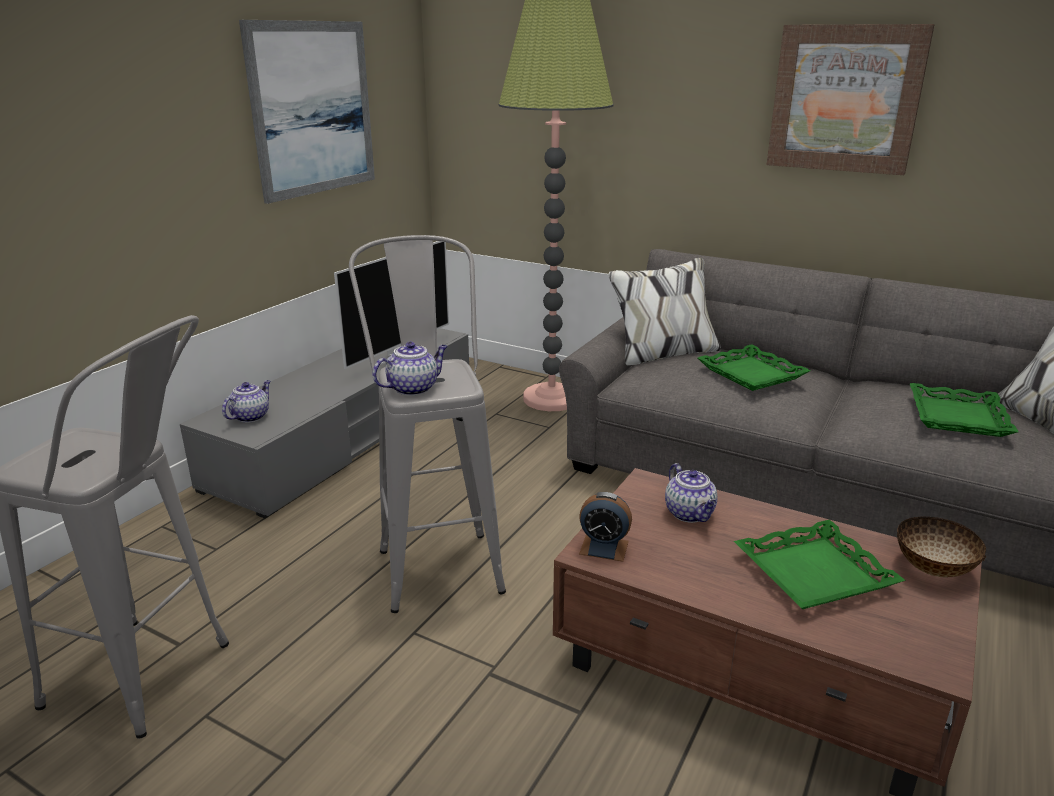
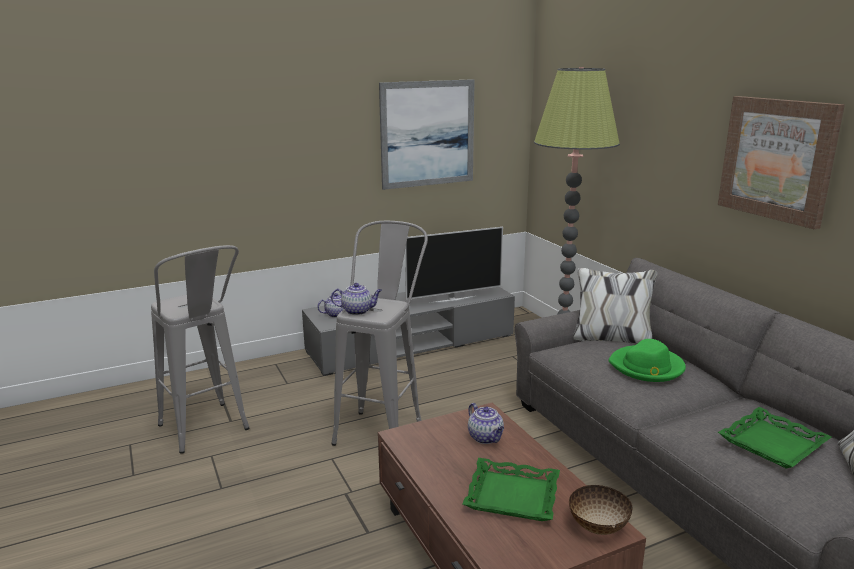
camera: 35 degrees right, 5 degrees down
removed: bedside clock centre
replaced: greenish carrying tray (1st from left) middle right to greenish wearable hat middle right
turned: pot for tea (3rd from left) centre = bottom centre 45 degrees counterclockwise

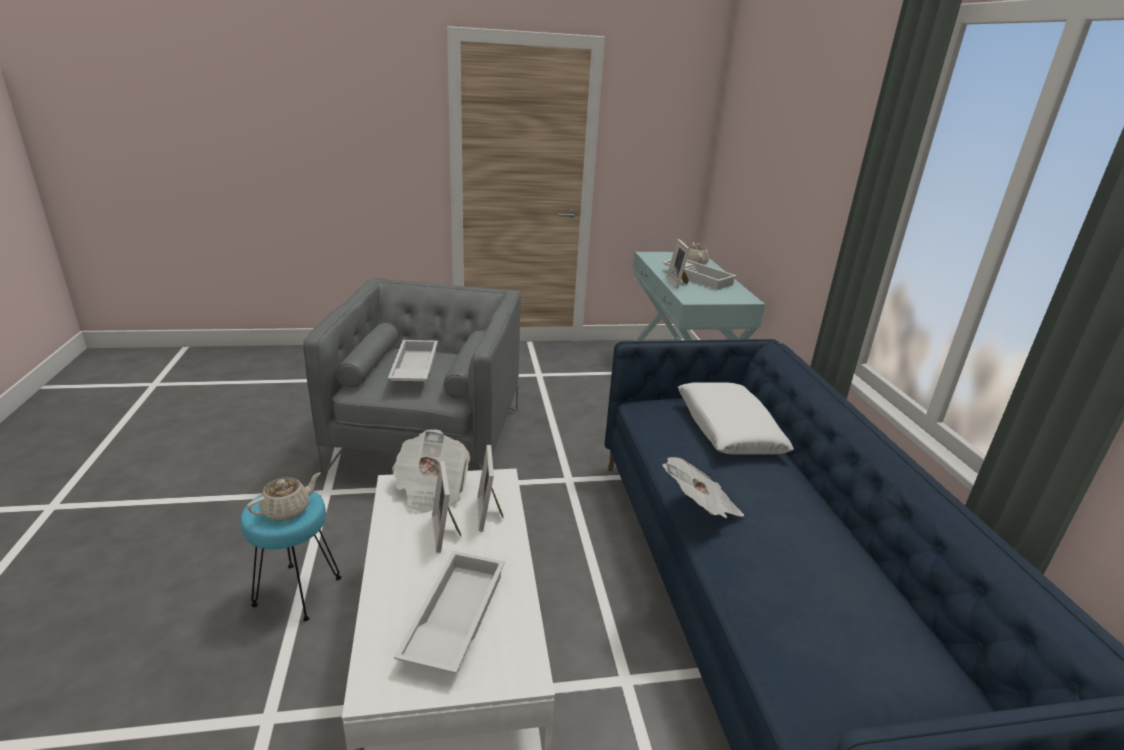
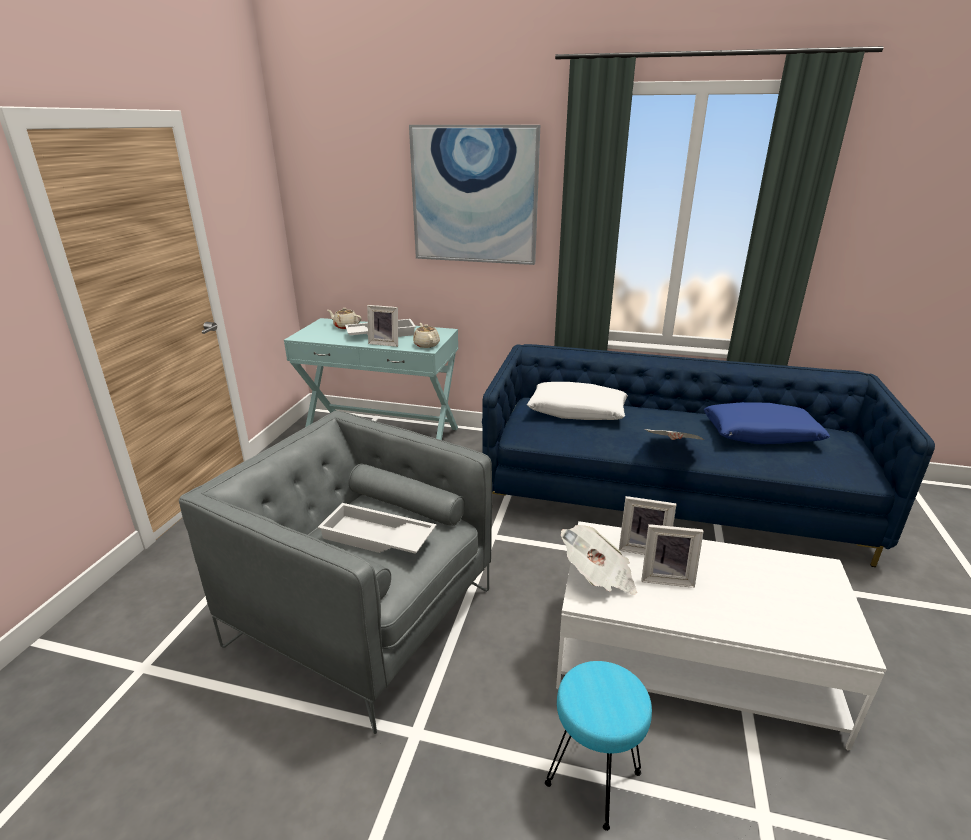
camera: 65 degrees left, 0 degrees up
removed: white carrying tray (2nd from left) bottom centre
added: wall art top centre; blue cushion middle right
moved: beige pot for tea (1st from left in the first image) middle left to beige pot for tea (2nd from left) centre

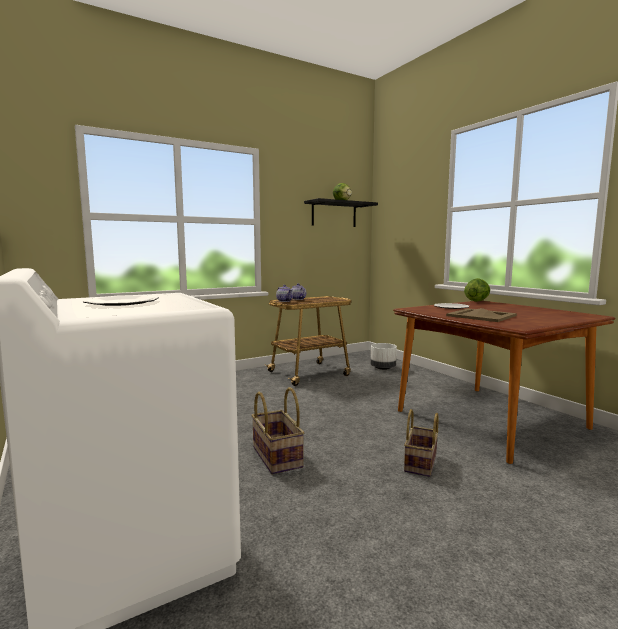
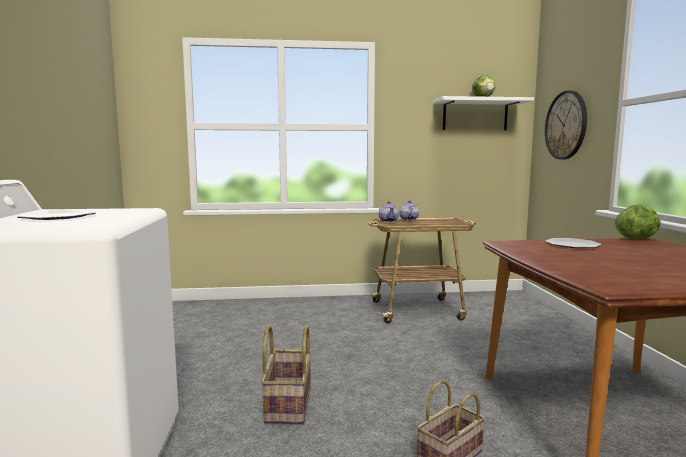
camera: 25 degrees right, 0 degrees up
removed: white planter centre; beige carrying tray middle right
added: wall clock top right
recoloured: black-coloured bracket shelf centre to white bracket shelf top right

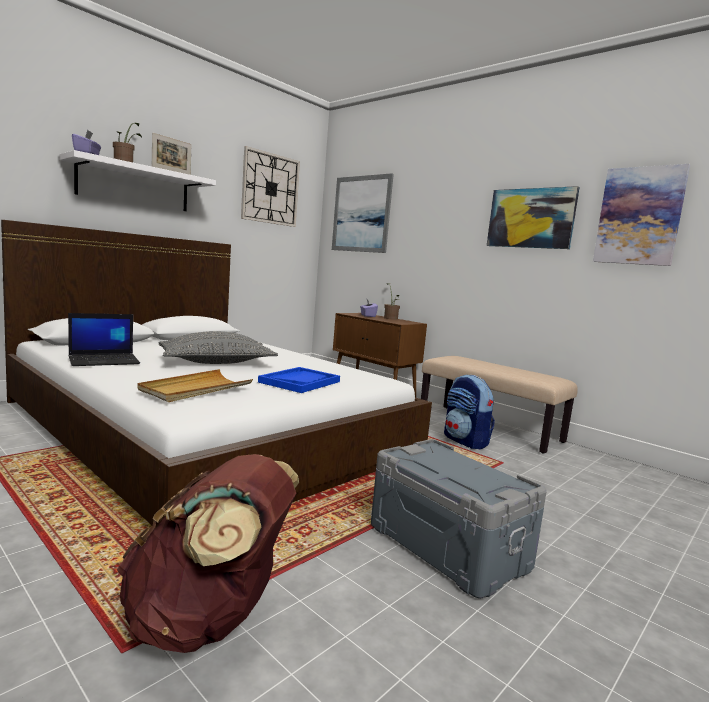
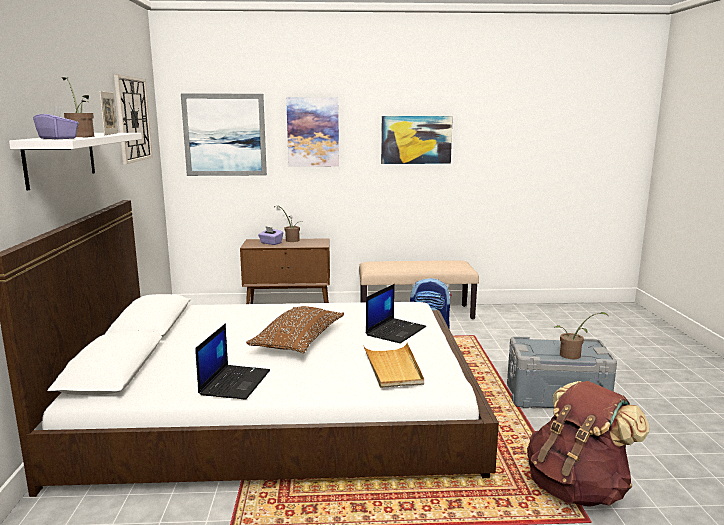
camera: 45 degrees left, 5 degrees up
added: plant in a pot (3rd from left) middle right
moved: wall art (3rd from left in the first image) top right to wall art (2nd from left) top centre
replaced: blue carrying tray centre to laptop (2nd from left) centre
recoloured: grey cushion middle left to brown cushion centre

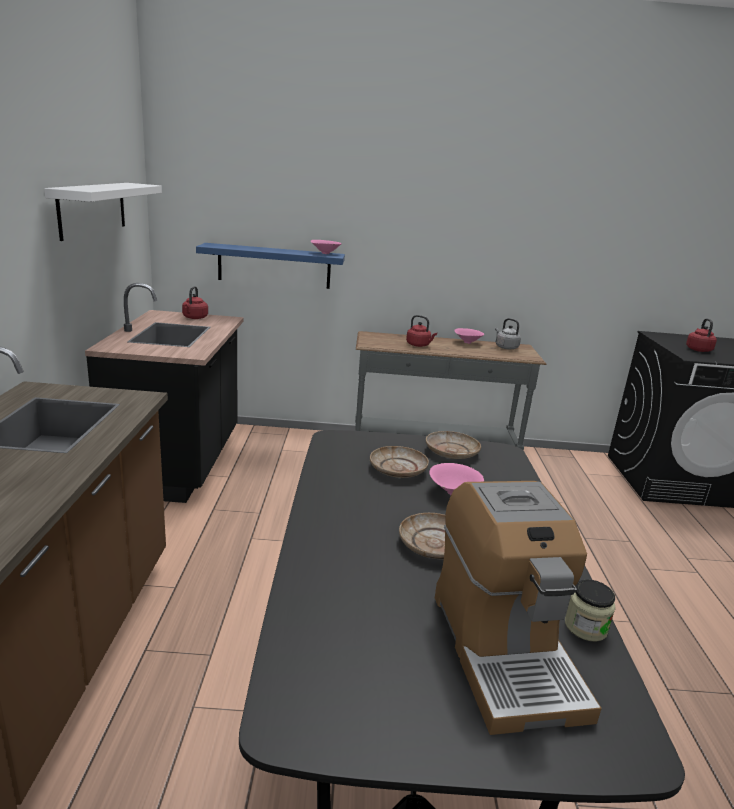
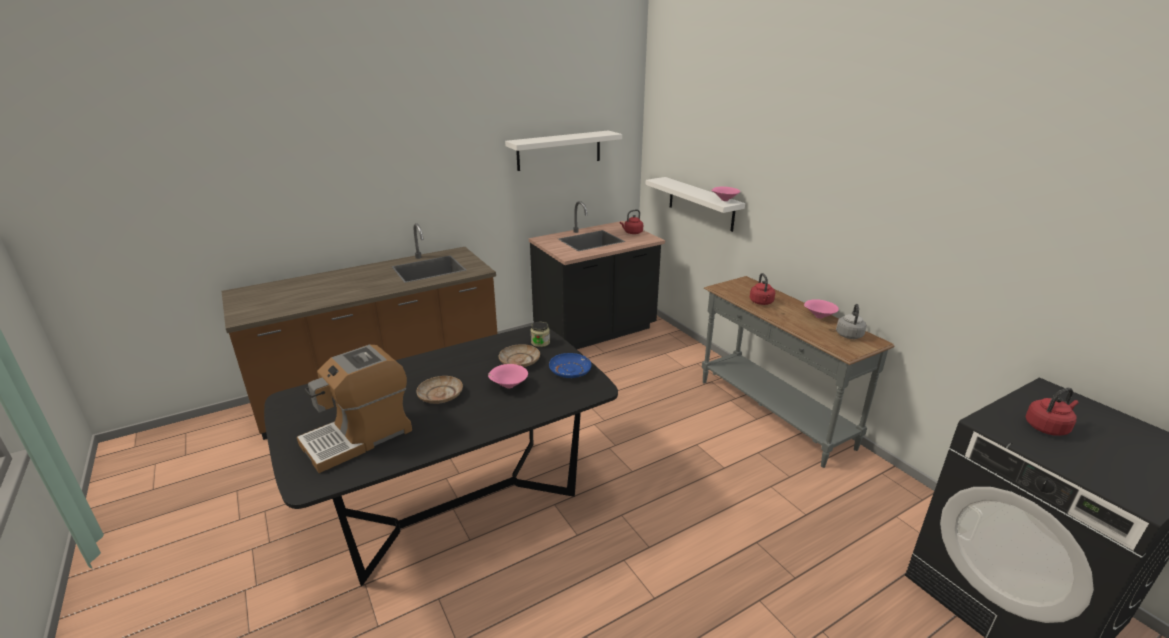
camera: 60 degrees right, 5 degrees up
moved: storage jar bottom right to centre
recoloured: blue bracket shelf top centre to white bracket shelf (2nd from left) top centre; beige plate (3rd from left) centre to blue plate centre

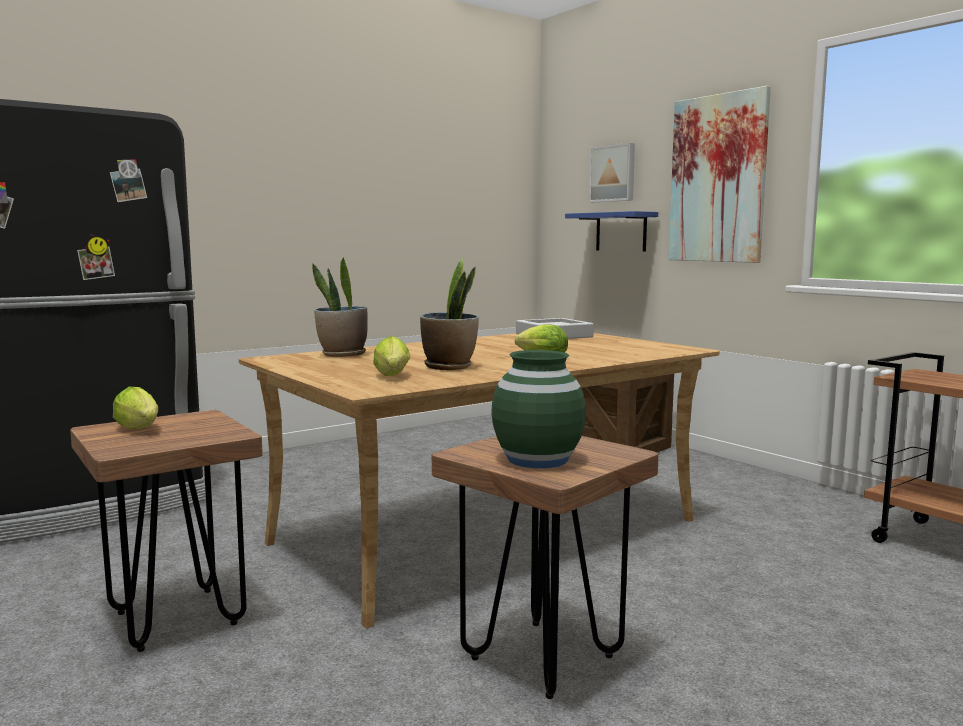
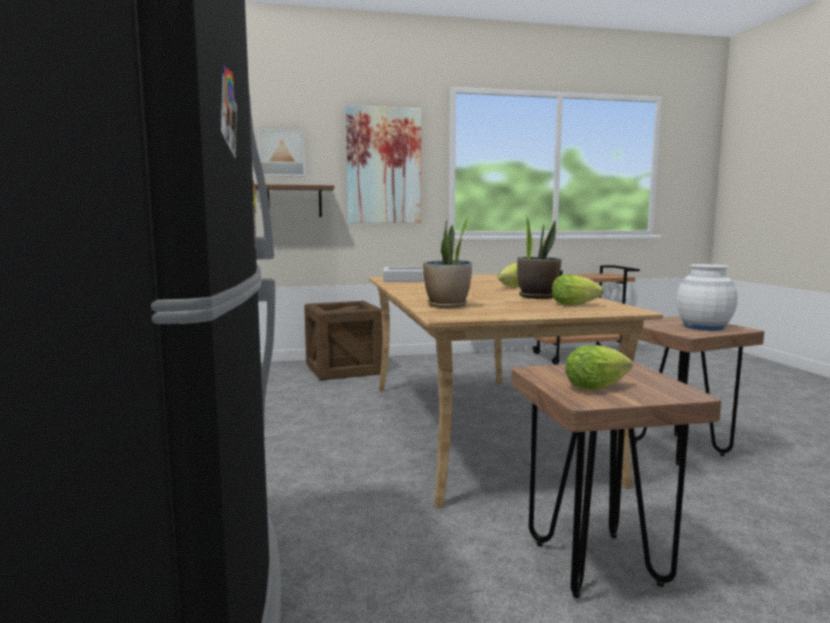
camera: 65 degrees left, 0 degrees up
recoloured: greenish decorative vase centre to white decorative vase middle right; blue bracket shelf top centre to brown bracket shelf top centre

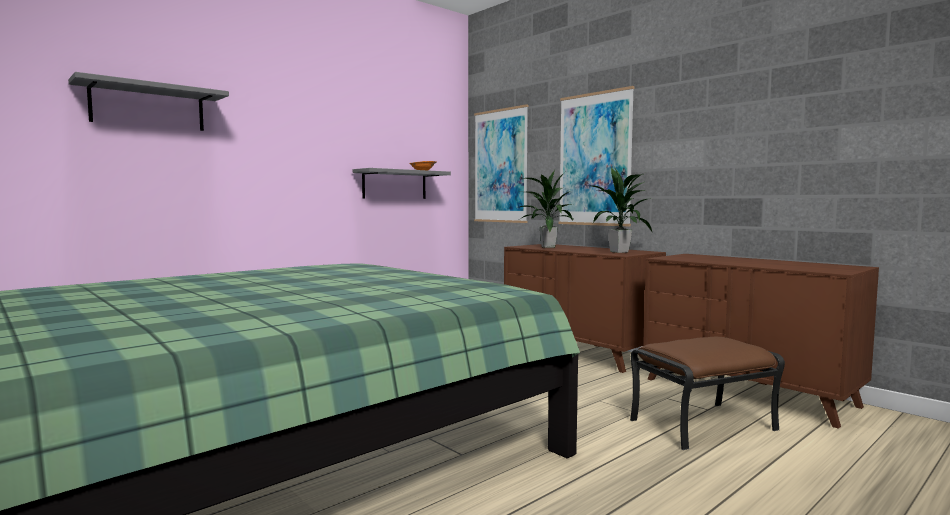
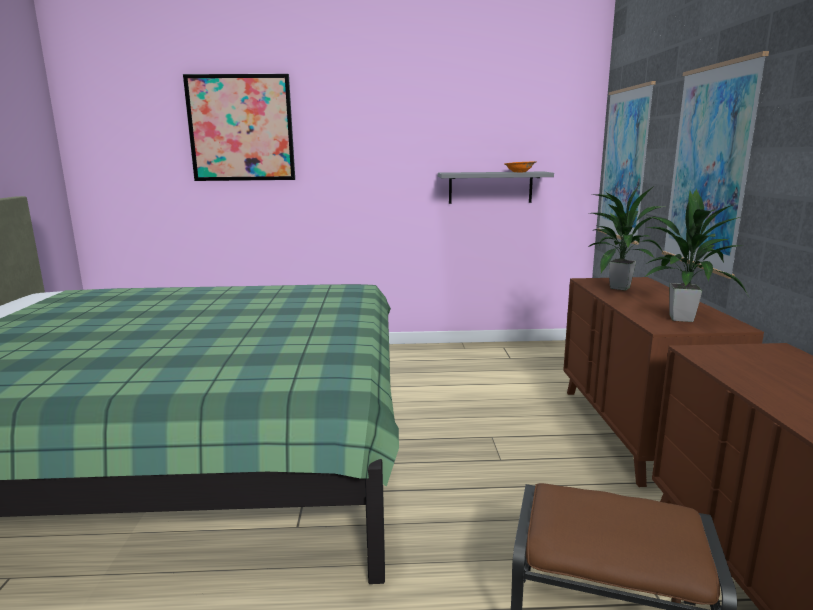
camera: 40 degrees right, 10 degrees up
replaced: grey bracket shelf (1st from left) top left to wall art (1st from left) top left

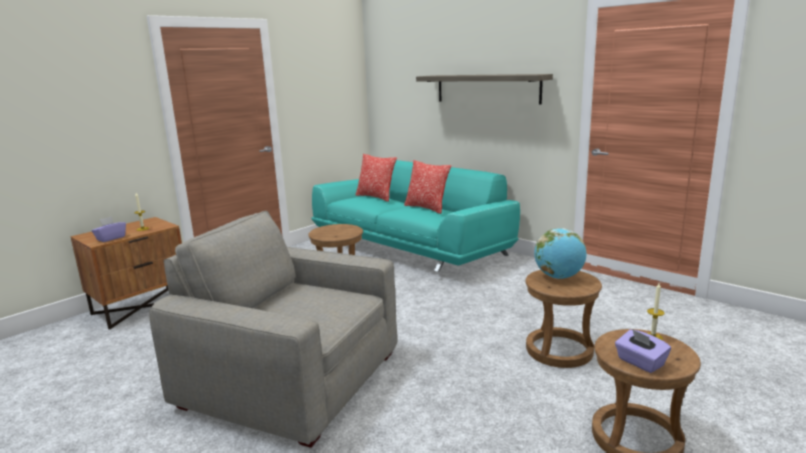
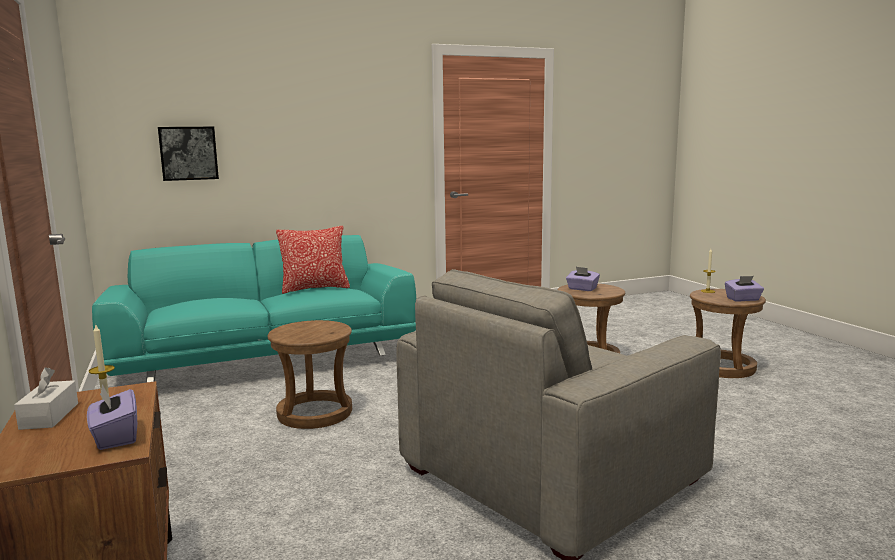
camera: 65 degrees left, 5 degrees down
removed: cushion (1st from left) centre; bracket shelf top centre
added: white tissue holder bottom left; wall art top left
replaced: desk globe middle right to purplish tissue holder (2nd from left) centre

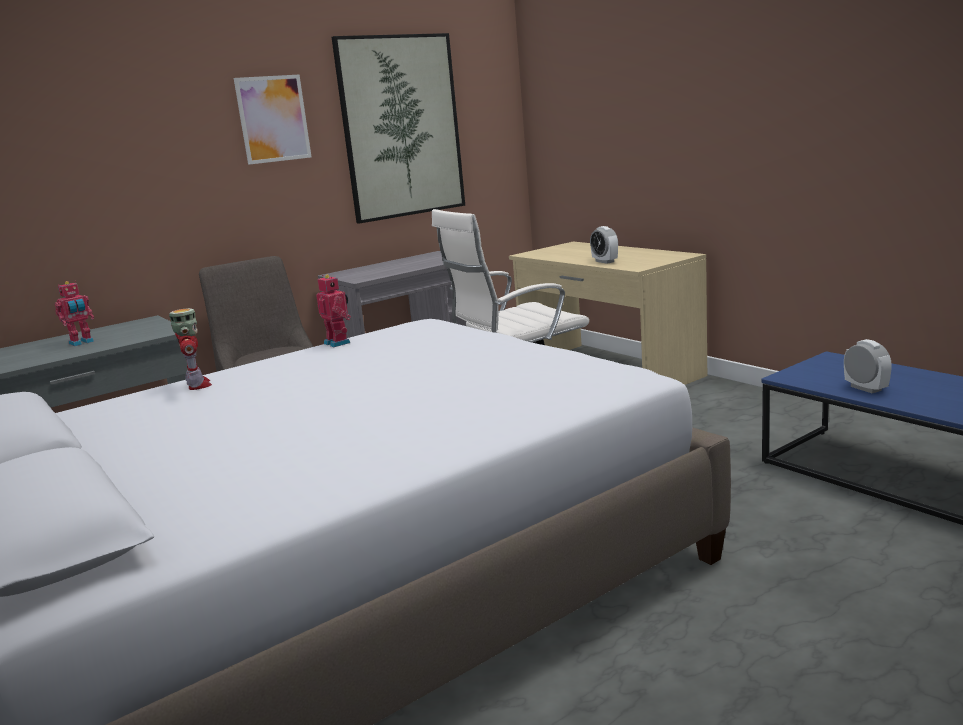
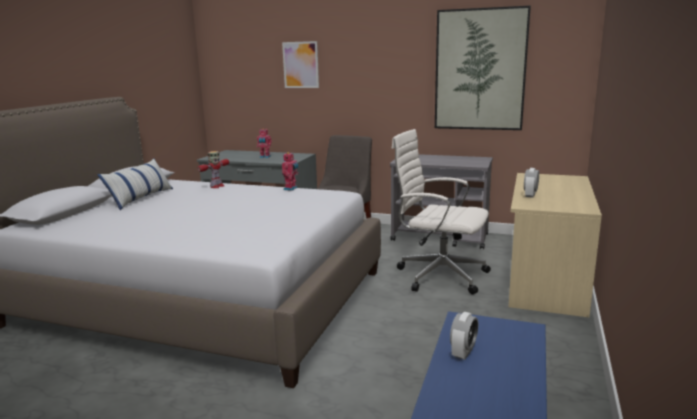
camera: 55 degrees right, 0 degrees up
added: cushion middle left
moved: wall art (1st from left) top left to top centre

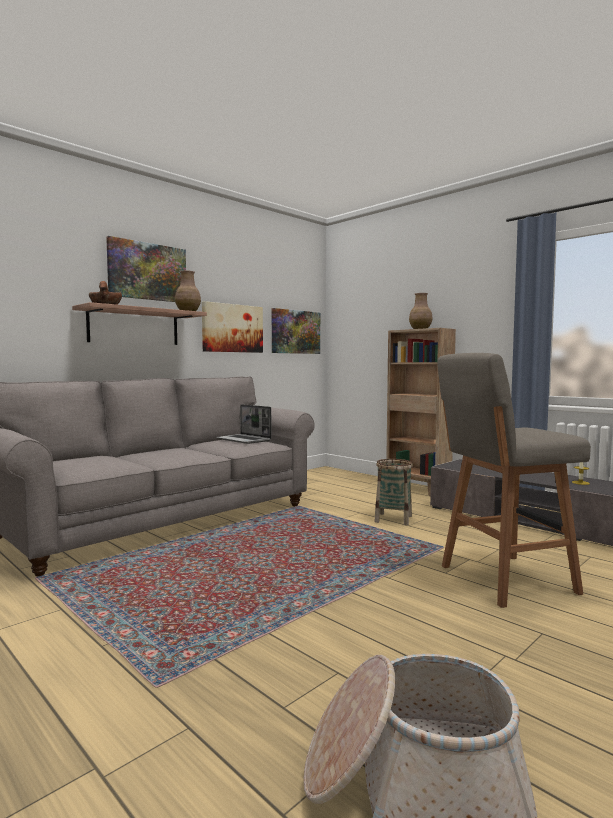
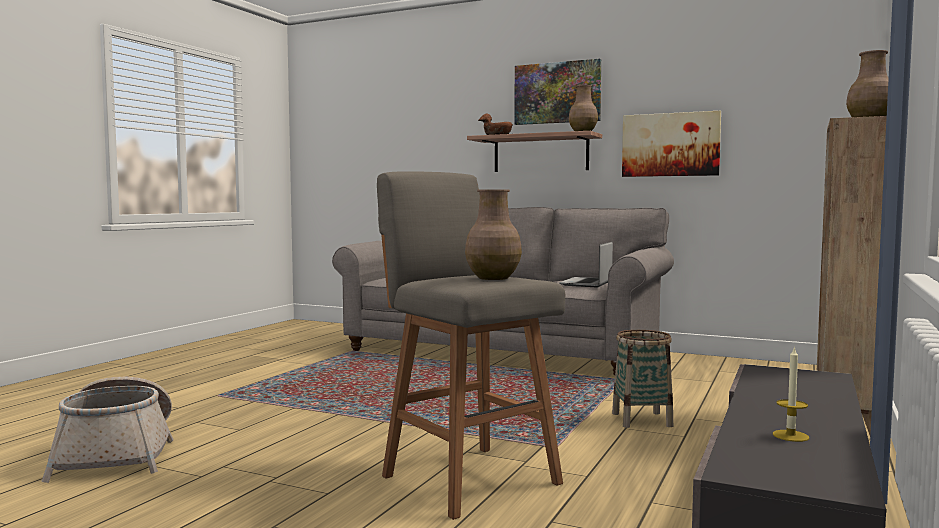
camera: 70 degrees right, 0 degrees up
removed: wall art (3rd from left) centre
added: brown decorative vase (1st from left) centre

